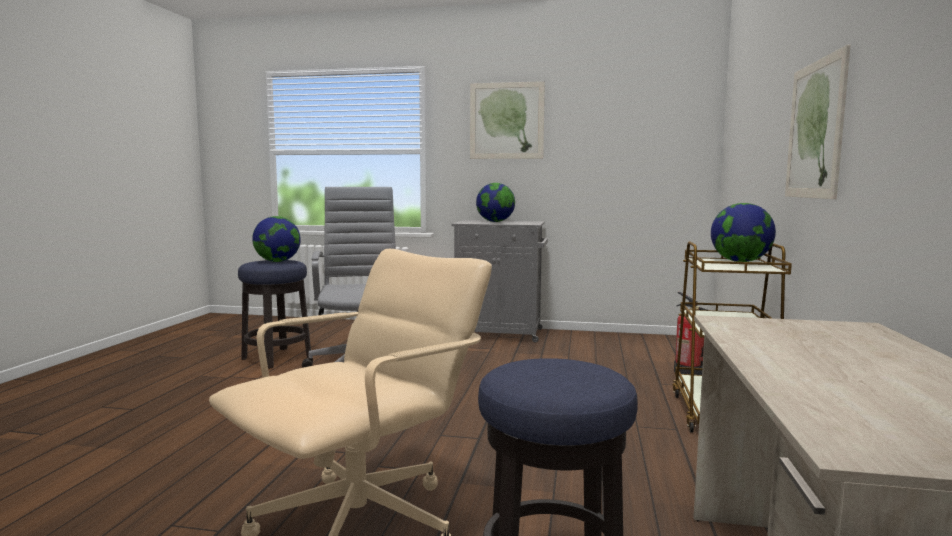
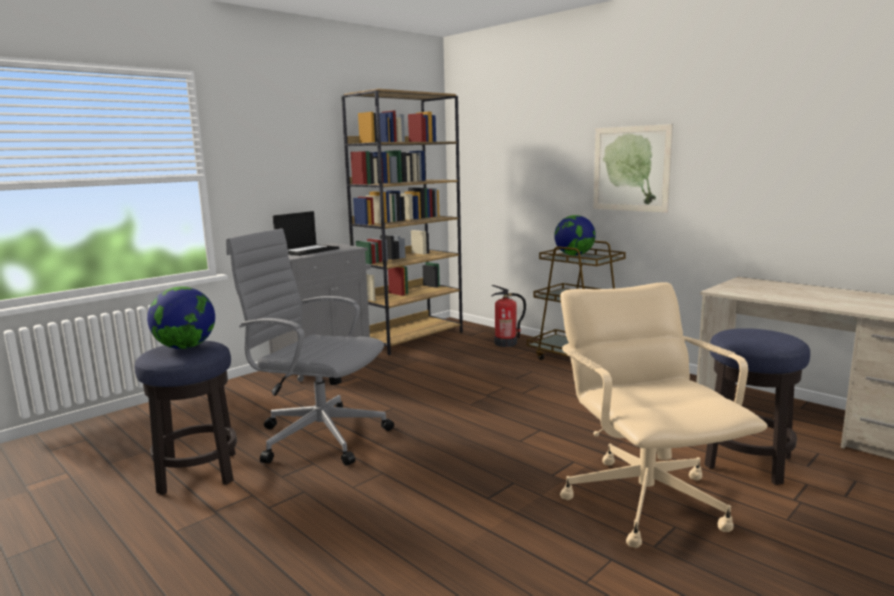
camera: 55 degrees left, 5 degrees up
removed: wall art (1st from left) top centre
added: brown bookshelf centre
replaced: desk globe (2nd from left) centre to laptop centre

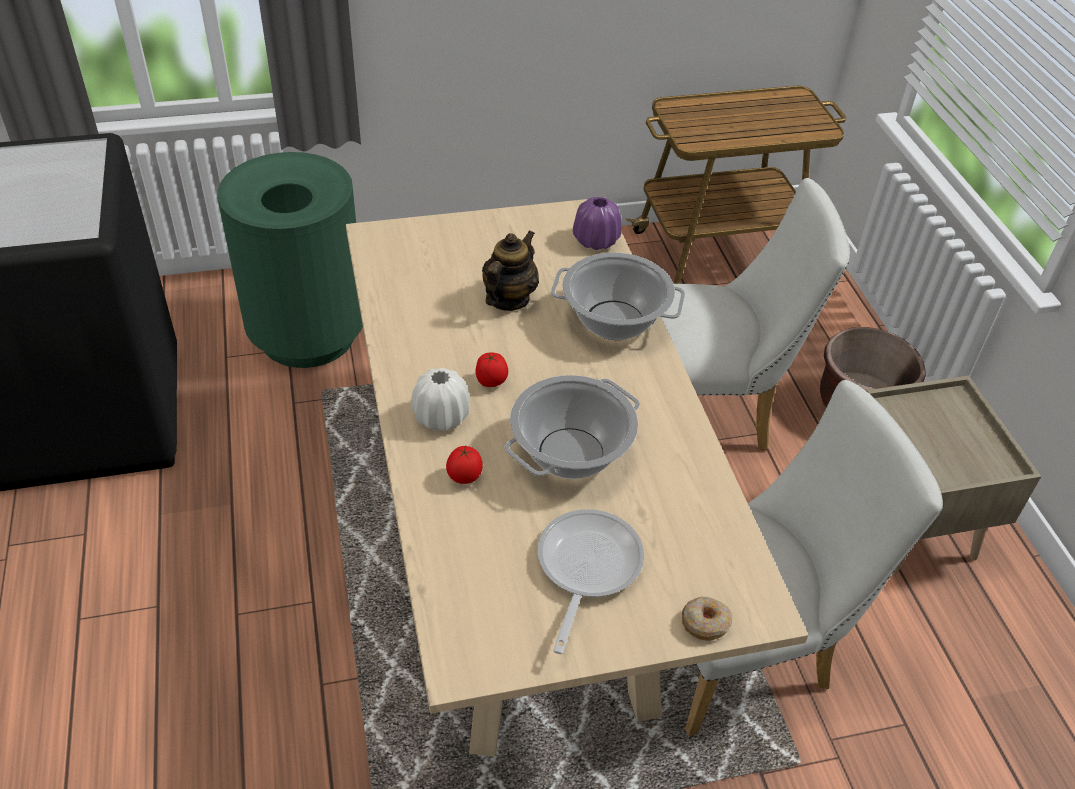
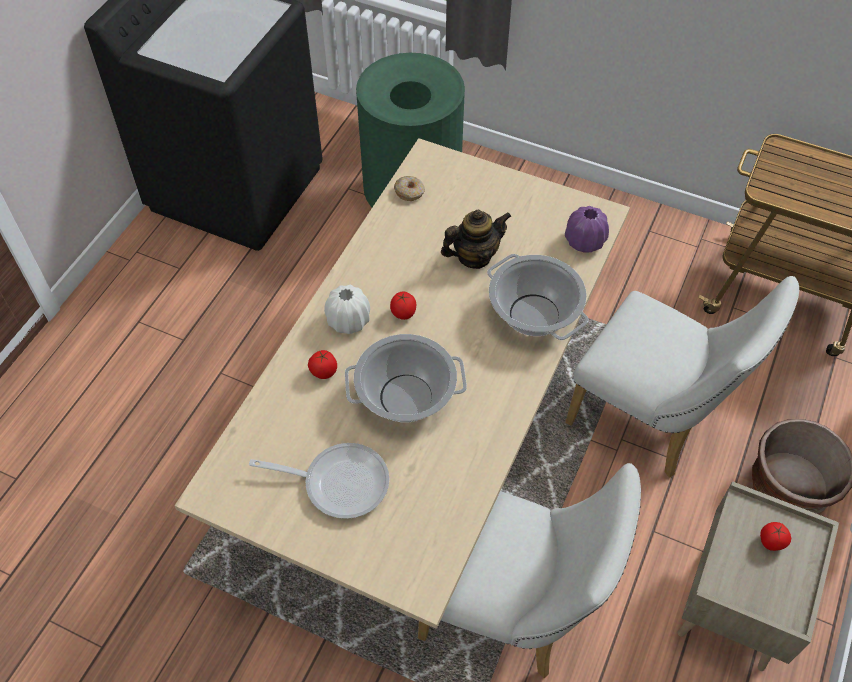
camera: 40 degrees right, 10 degrees up
added: fresh tomato (3rd from left) bottom right
moved: ring doughnut bottom centre to top centre
turned: frying pan bottom centre = bottom centre 45 degrees clockwise

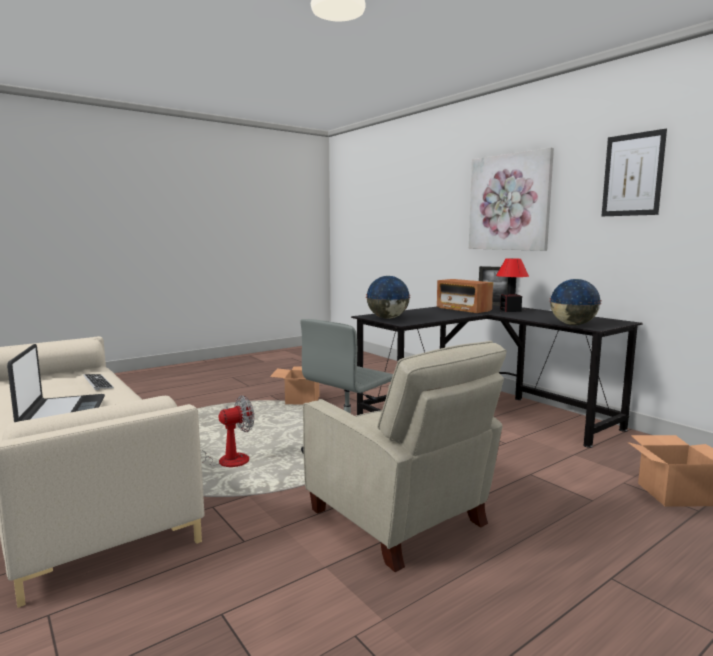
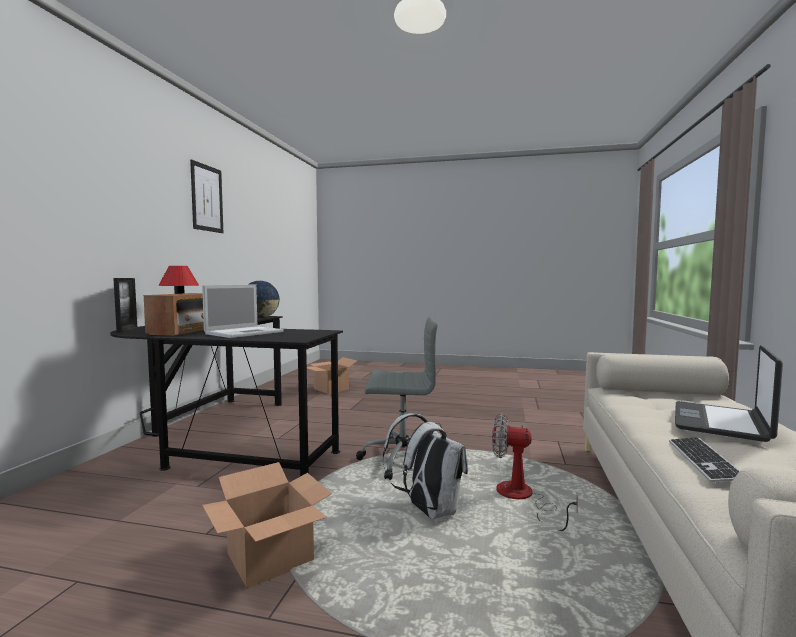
camera: 130 degrees left, 5 degrees down
removed: beige easy chair bottom centre; desk globe (1st from left) centre; wall art (1st from left) top right
added: laptop (1st from left) middle left; white backpack bottom centre

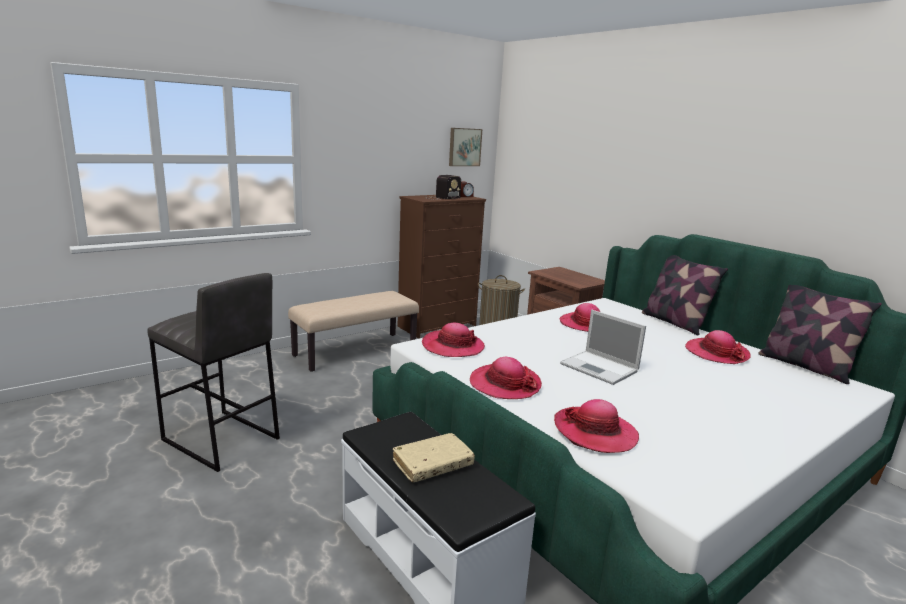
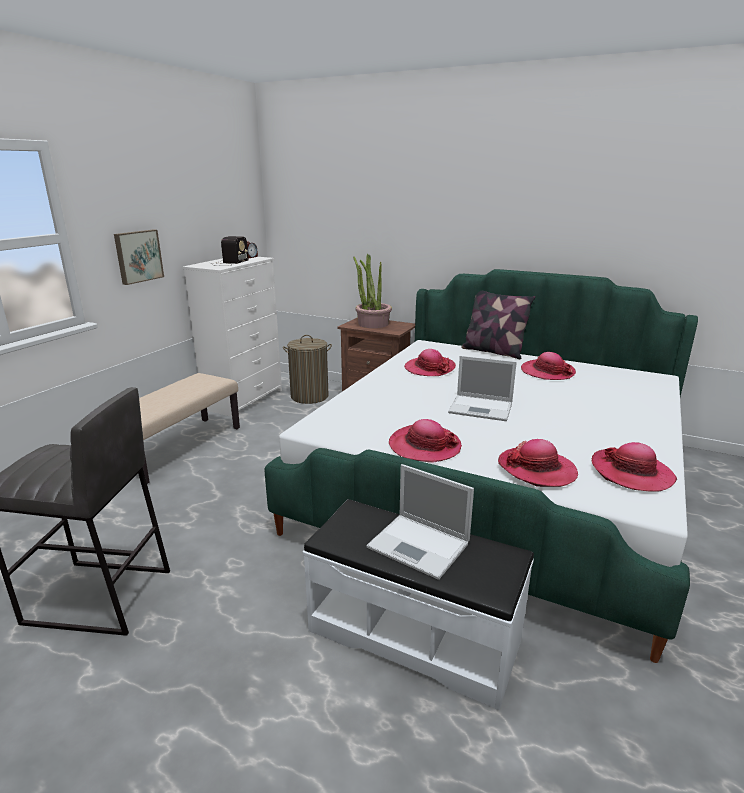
camera: 25 degrees left, 5 degrees up
removed: cushion (2nd from left) middle right
added: plant in a pot centre
moved: wearable hat (1st from left in the first image) centre to wearable hat (5th from left) middle right; wall art top centre to top left
replaced: beige volume bottom centre to laptop (1st from left) centre
recoloured: brown chest of drawers centre to white chest of drawers middle left

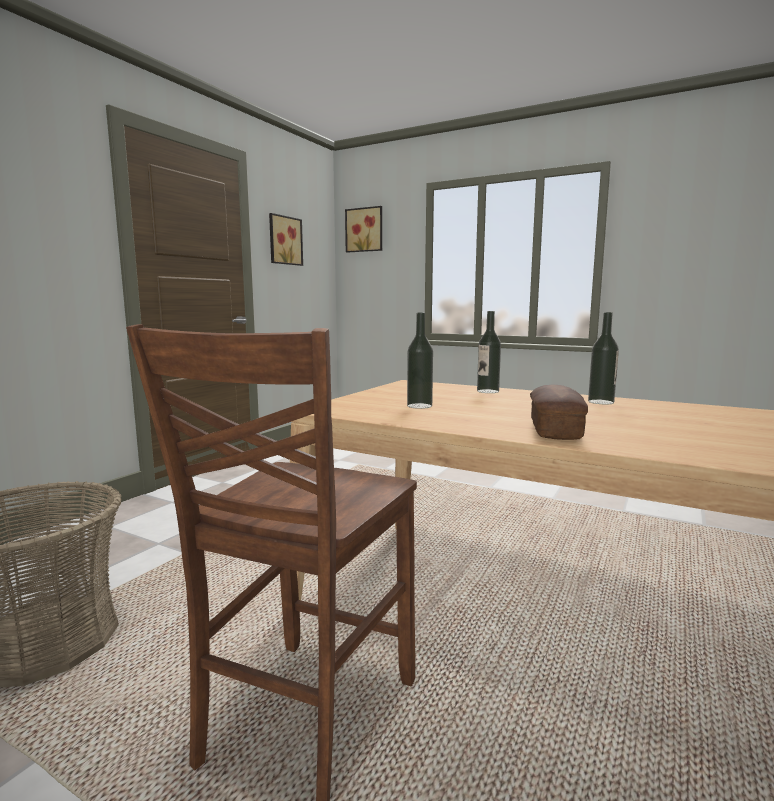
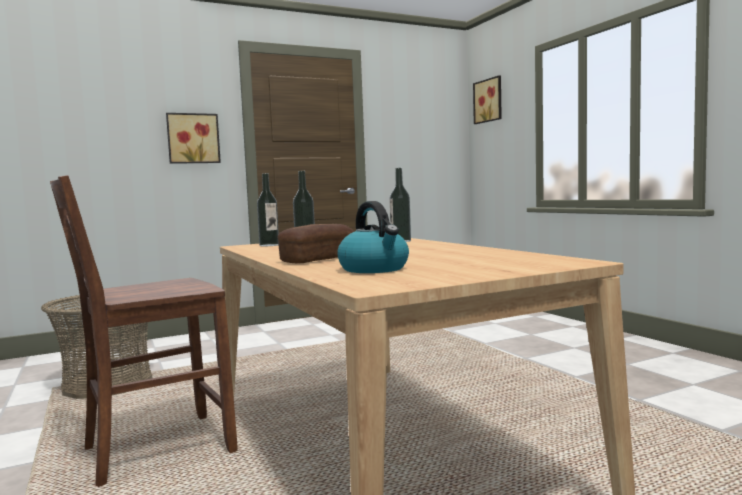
camera: 35 degrees right, 5 degrees down
added: kettle centre
moved: wall art (1st from left) top centre to top left; beverage bottle (3rd from left in the first image) middle right to beverage bottle (1st from left) centre

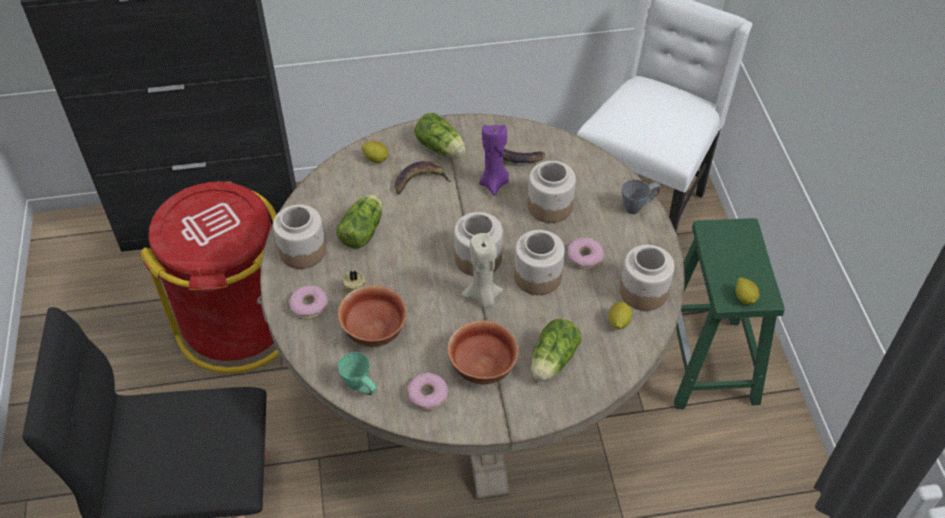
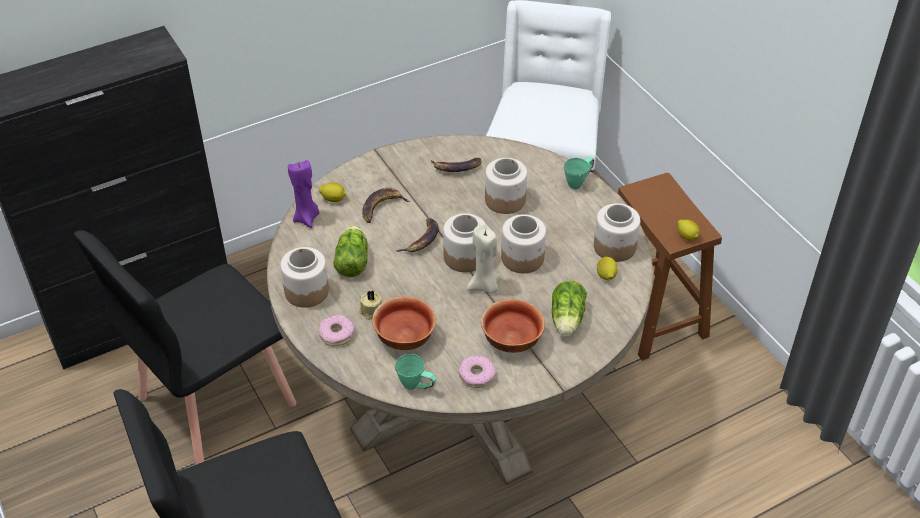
camera: 20 degrees left, 5 degrees down
removed: lettuce (2nd from left) top centre; ring doughnut (3rd from left) centre
added: whole banana (2nd from left) centre
moved: purplish candle top centre to middle left
replaced: red-coloured trash can middle left to black-coloured chair (1st from left) bottom left
recoloured: grey mug middle right to greenish mug (2nd from left) top centre; greenish sitting stool middle right to brown sitting stool middle right

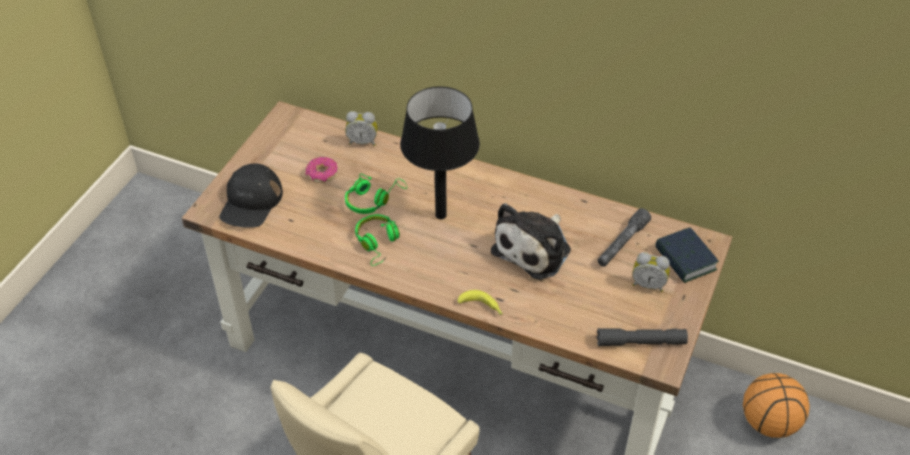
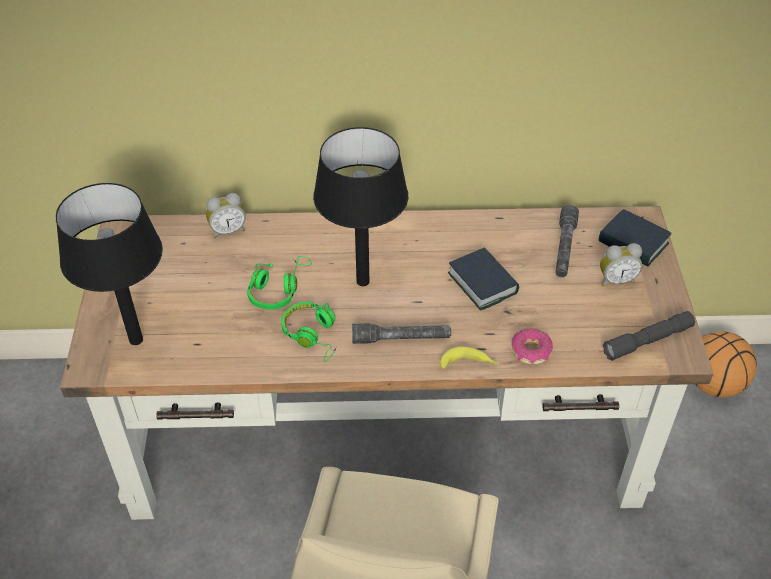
camera: 25 degrees left, 0 degrees up
added: grey flashlight (1st from left) centre
moved: ring doughnut centre to middle right
replaced: black-coloured cap middle left to black-coloured table lamp (1st from left) middle left; cuddly toy centre to volume (1st from left) centre

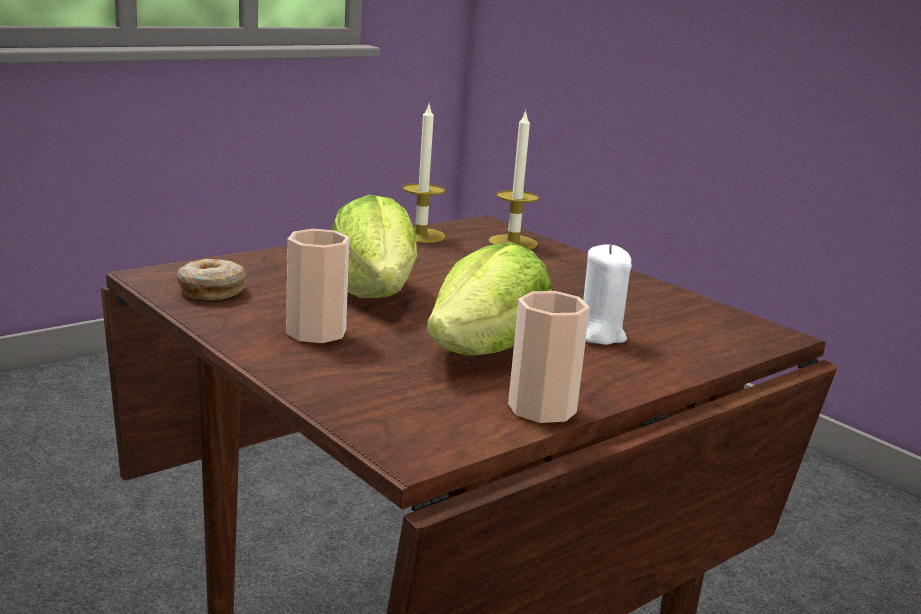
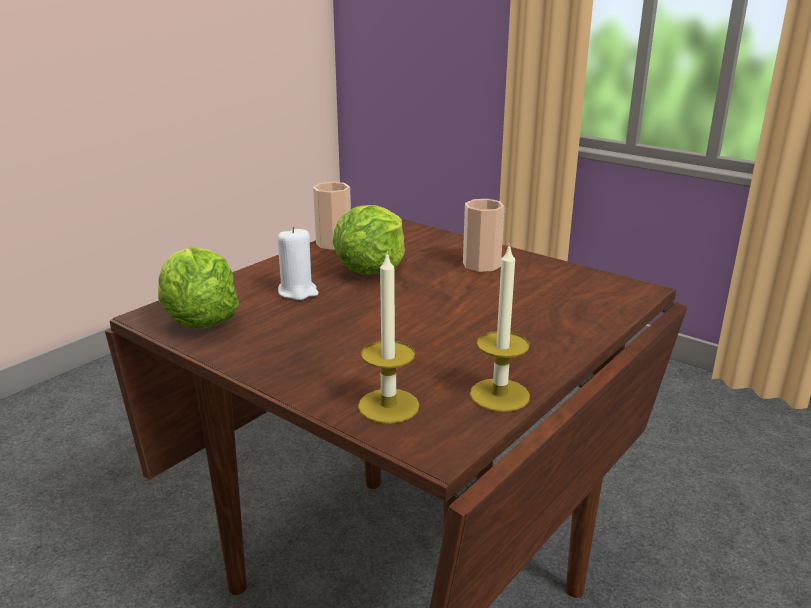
camera: 170 degrees right, 5 degrees up
removed: ring doughnut middle left
moved: lettuce (1st from left) centre to middle left

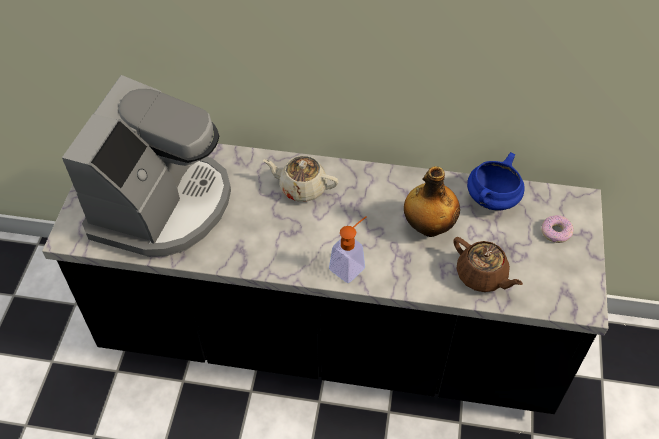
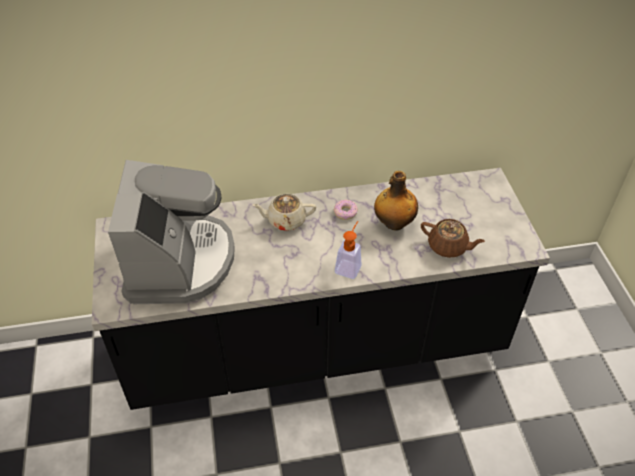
camera: 20 degrees left, 5 degrees down
removed: blue saucepot middle right
moved: ring doughnut middle right to centre

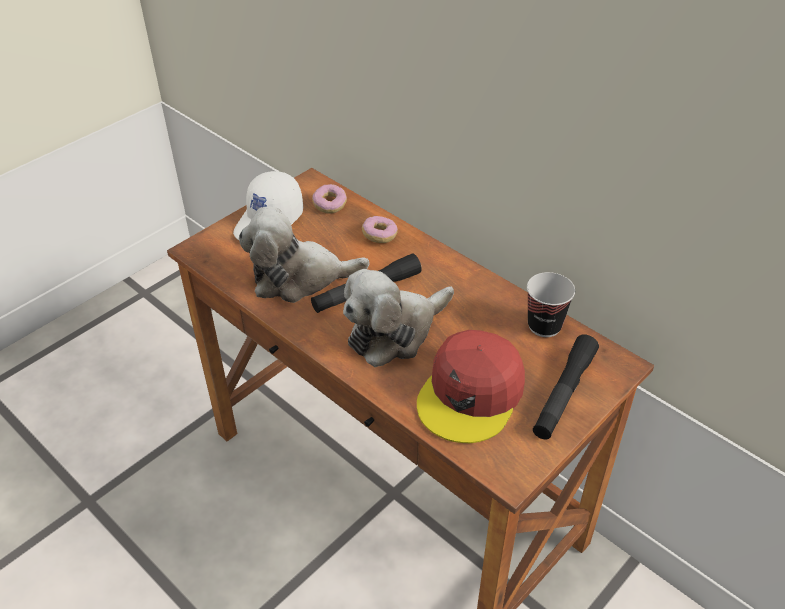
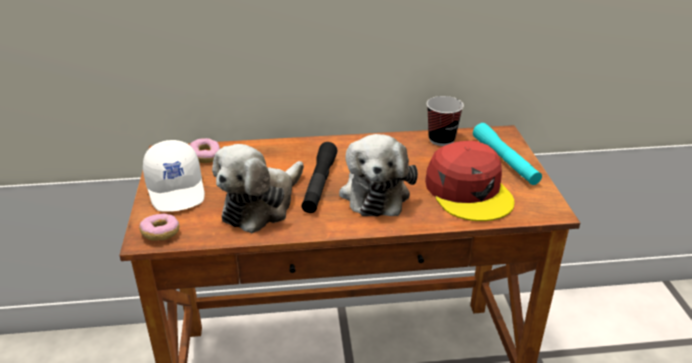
camera: 50 degrees left, 10 degrees down
moved: ring doughnut (2nd from left in the first image) centre to ring doughnut (1st from left) middle left
recoloured: black-coloured flashlight (2nd from left) middle right to turquoise-coloured flashlight middle right

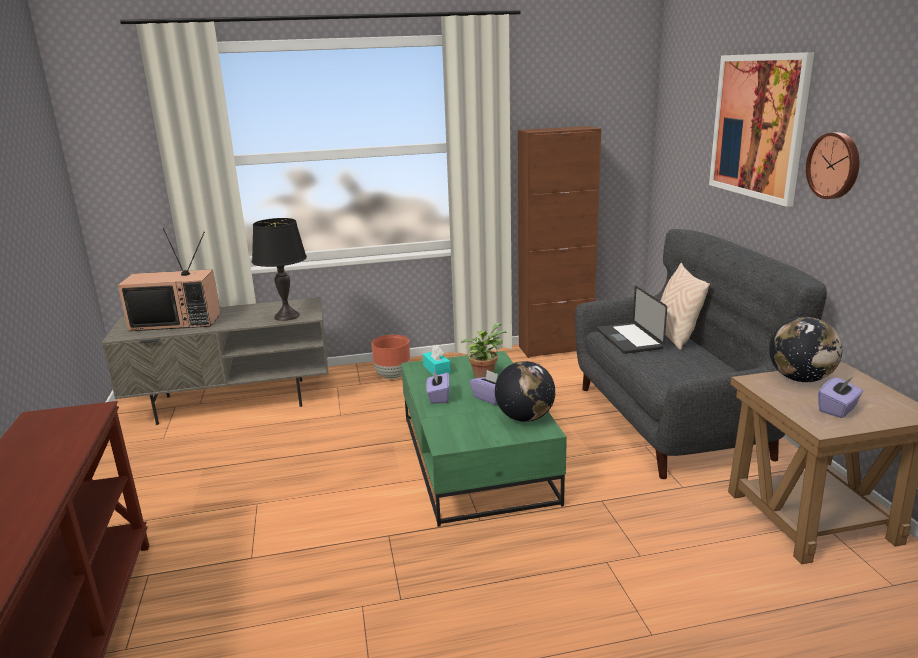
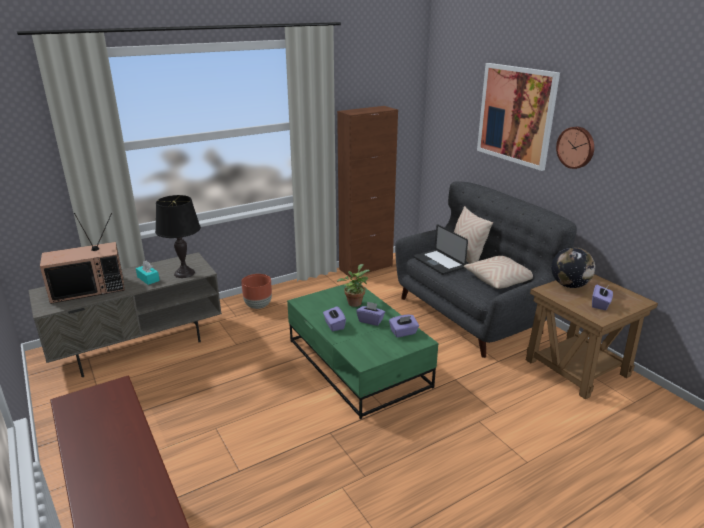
camera: 20 degrees left, 5 degrees up
added: beige cushion (2nd from left) middle right
moved: turquoise-coloured tissue holder centre to middle left
replaced: desk globe (1st from left) centre to purplish tissue holder (3rd from left) centre

